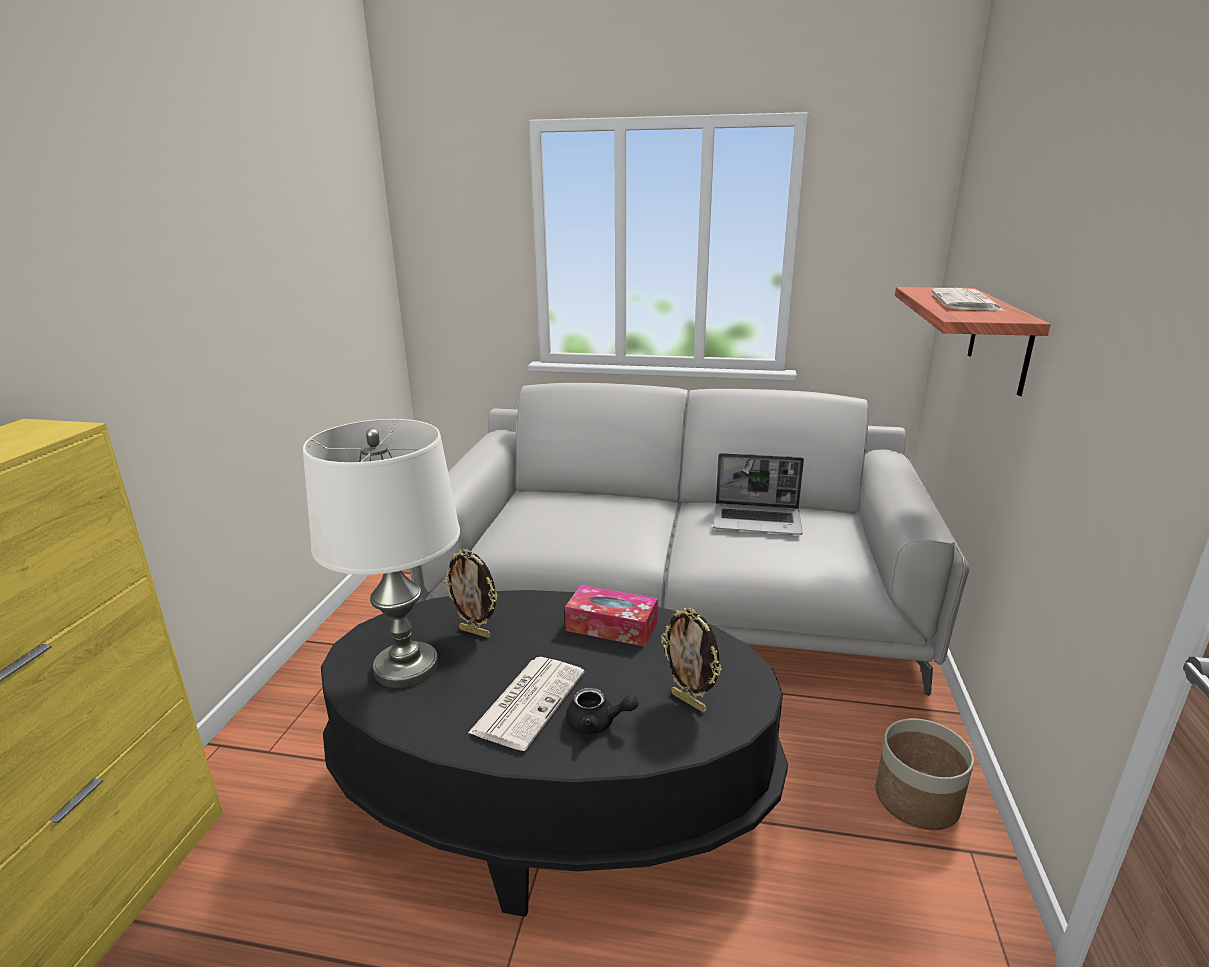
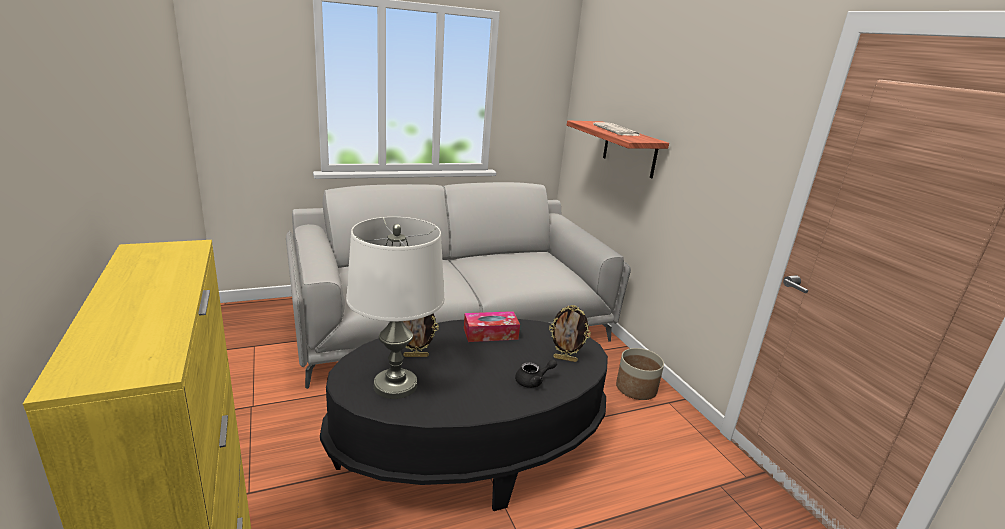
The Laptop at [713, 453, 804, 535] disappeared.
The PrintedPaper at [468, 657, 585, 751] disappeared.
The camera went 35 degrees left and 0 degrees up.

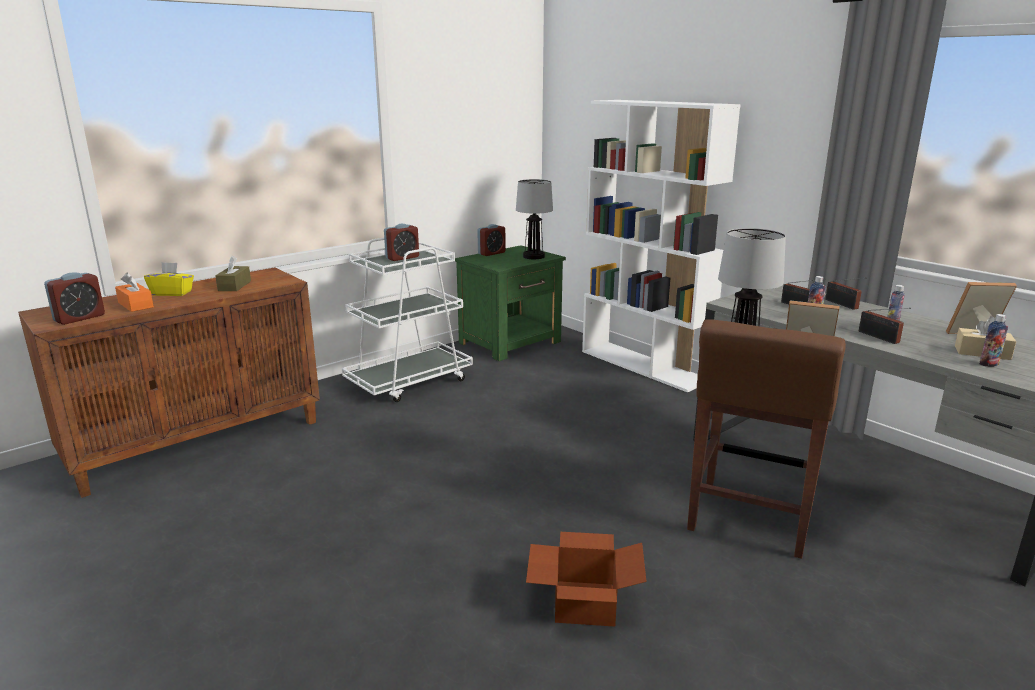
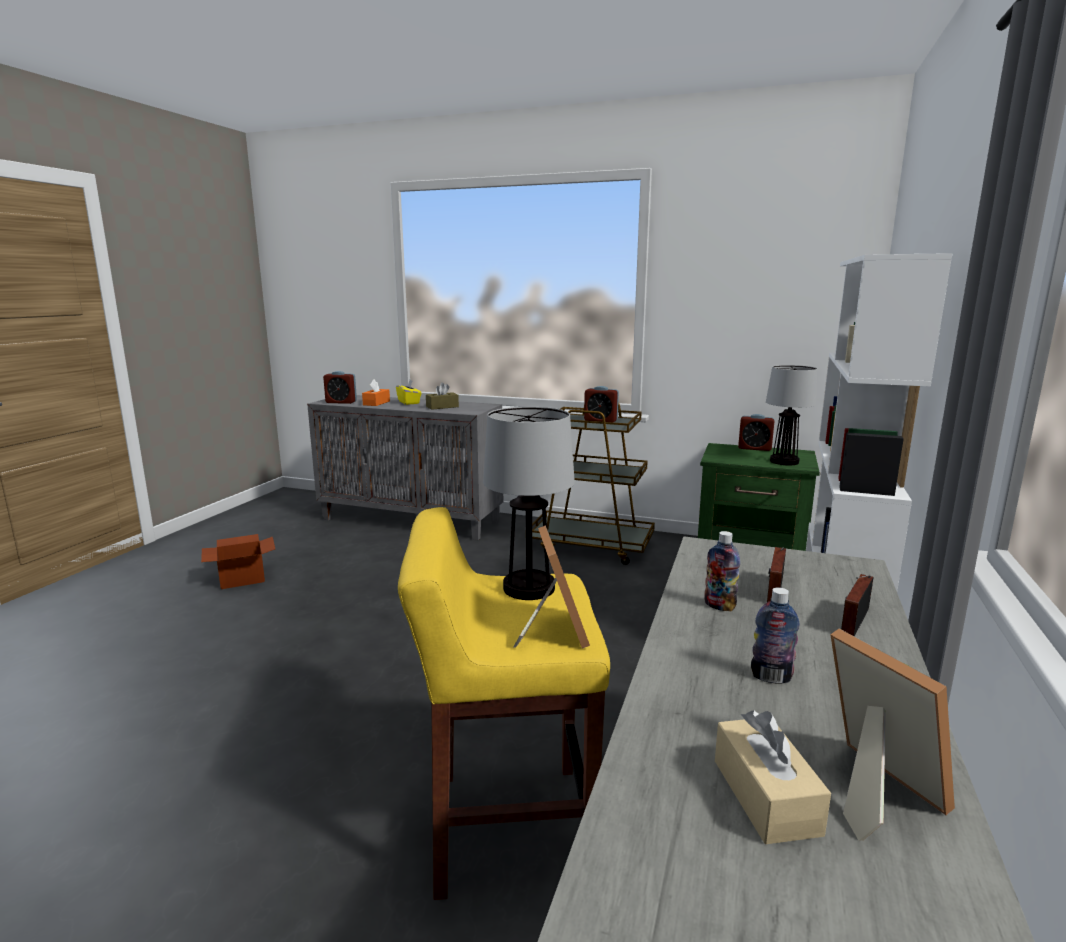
The WhiteWheeledCart at [342, 238, 473, 402] became the BrownWheeledCart at [532, 402, 655, 565].
The BrownCupboard at [18, 268, 320, 498] became the GreyishCupboard at [307, 395, 503, 540].
The Radio at [859, 308, 911, 344] disappeared.
The Bottle at [979, 314, 1008, 367] disappeared.
The BrownStoolSeat at [687, 319, 846, 559] became the YellowStoolSeat at [398, 507, 610, 900].
The Carton moved from [526, 532, 647, 627] to [201, 534, 275, 589].
The camera went 60 degrees right and 5 degrees down.

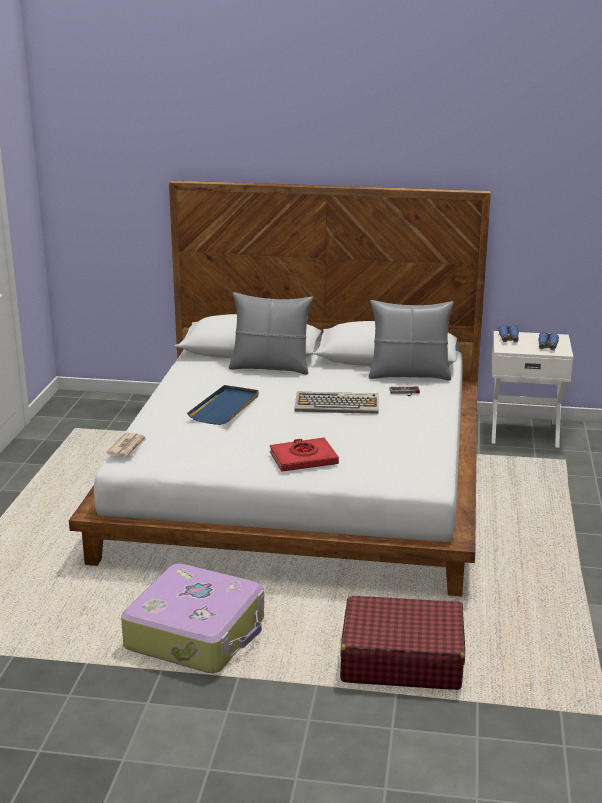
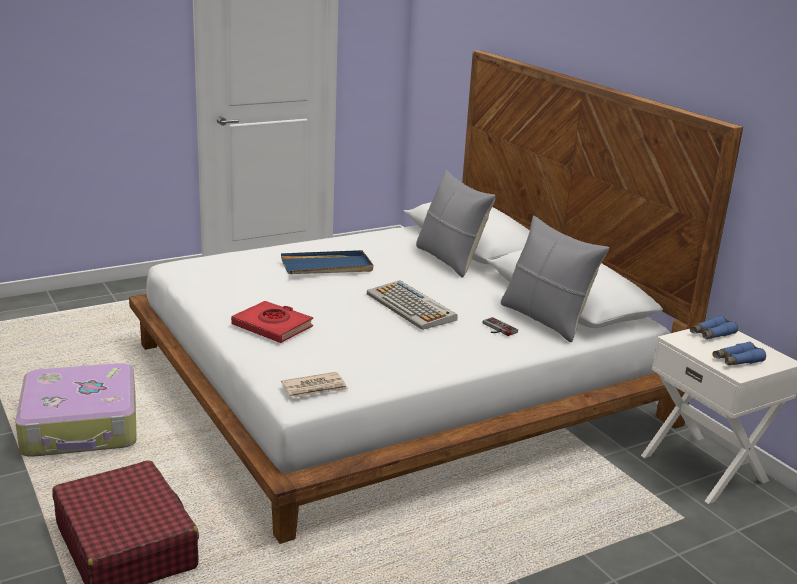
The PrintedPaper moved from [106, 433, 147, 457] to [281, 372, 348, 398].
The camera went 50 degrees right and 0 degrees up.

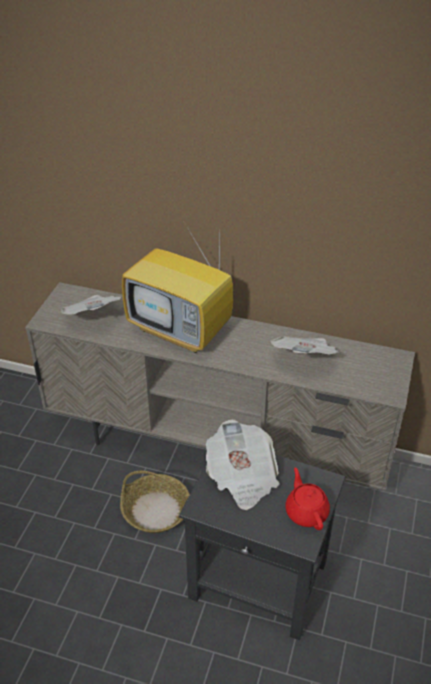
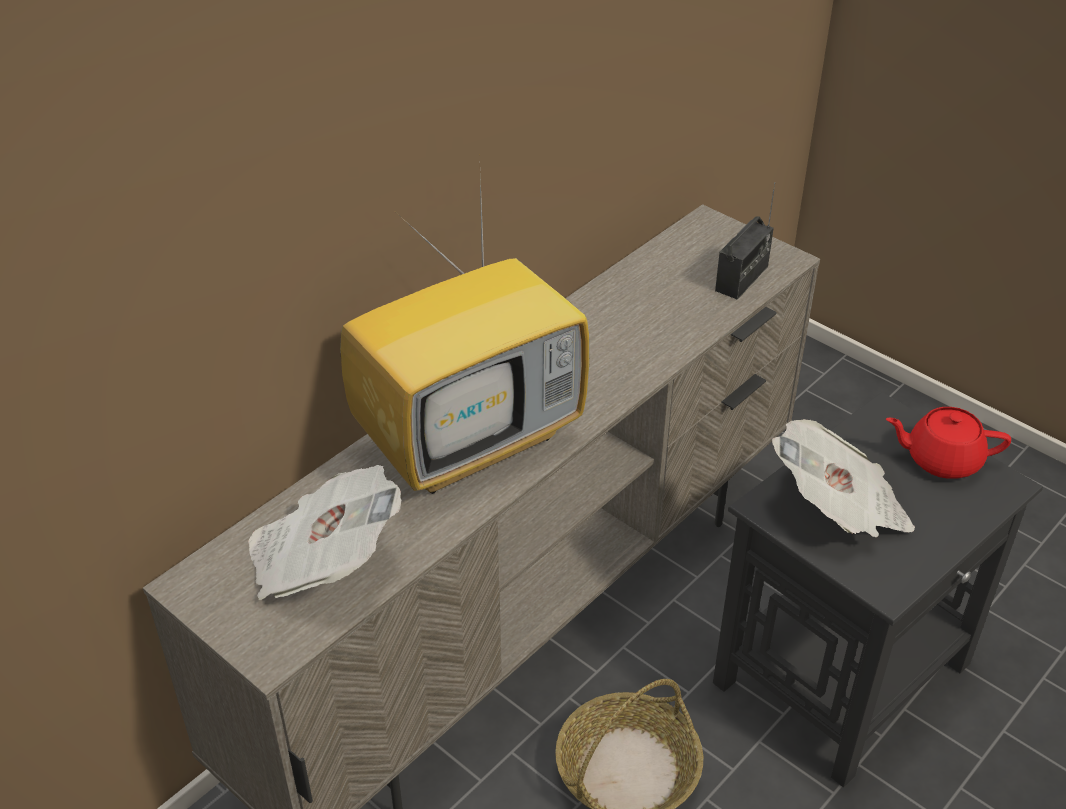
The PrintedPaper at [271, 336, 339, 355] disappeared.
The Radio at [715, 182, 775, 300] appeared.
The camera went 65 degrees left and 0 degrees up.

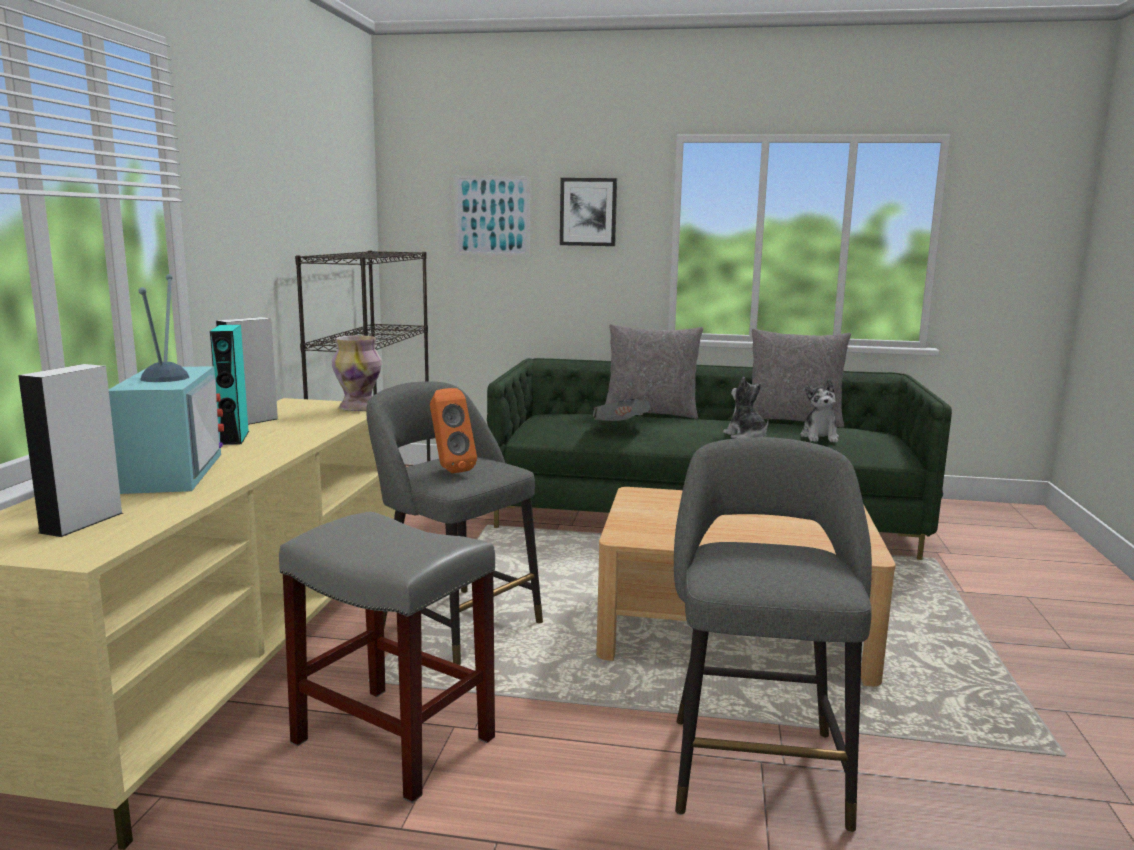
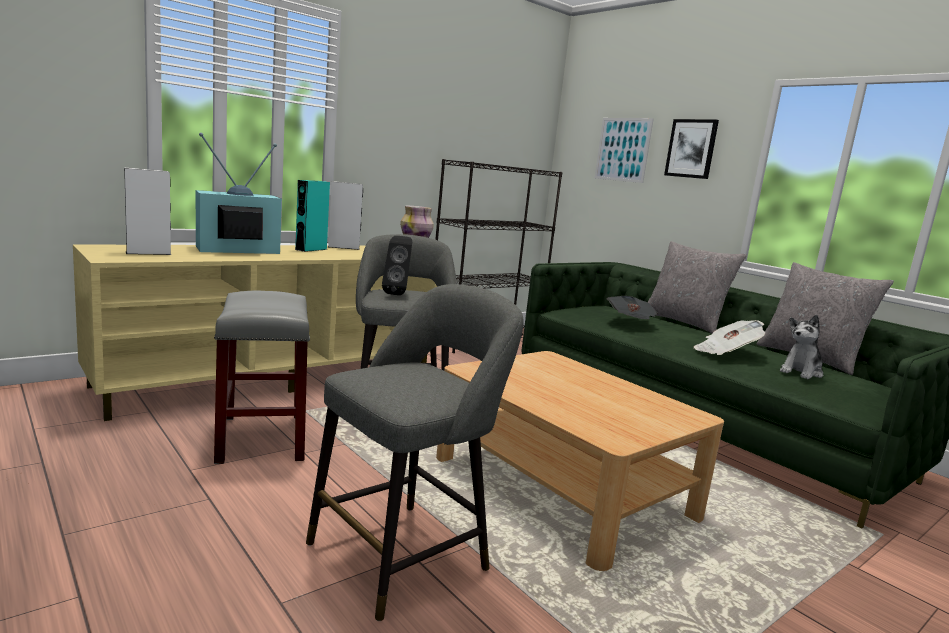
The Television at [109, 274, 224, 494] turned 150 degrees counterclockwise.
The SoftToy at [723, 377, 769, 439] was replaced by the PrintedPaper at [694, 320, 765, 355].
The OrangeAudioSpeaker at [430, 388, 477, 473] became the BlackAudioSpeaker at [382, 236, 412, 295].
The camera went 40 degrees right and 0 degrees up.

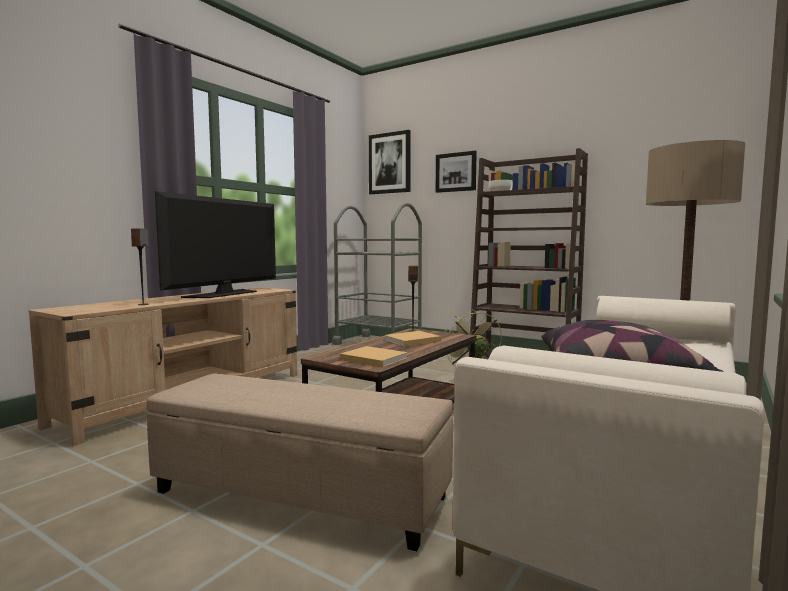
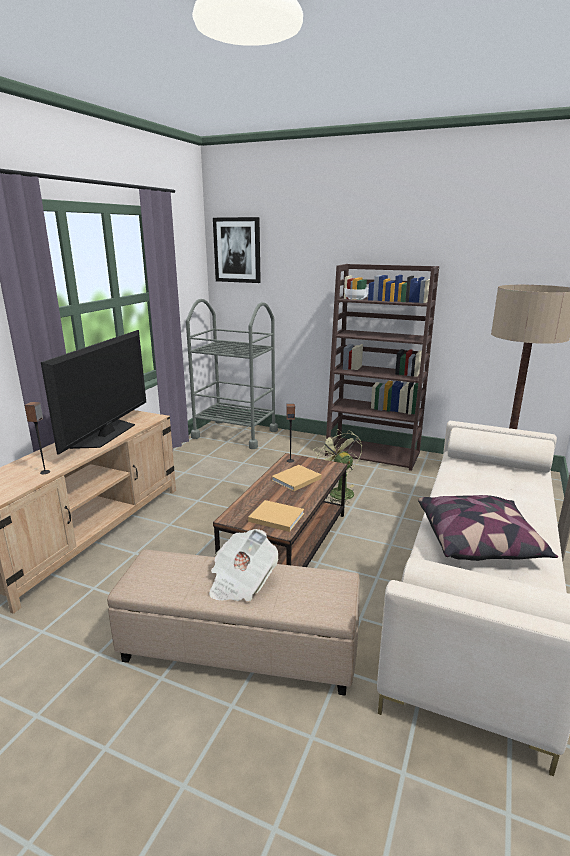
The Picture at [436, 151, 477, 193] disappeared.
The PrintedPaper at [209, 529, 278, 601] appeared.
The camera went 10 degrees left and 15 degrees up.

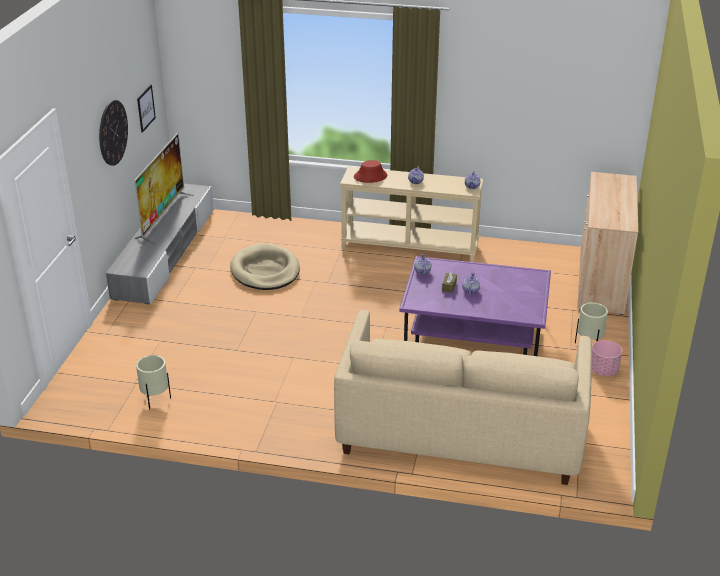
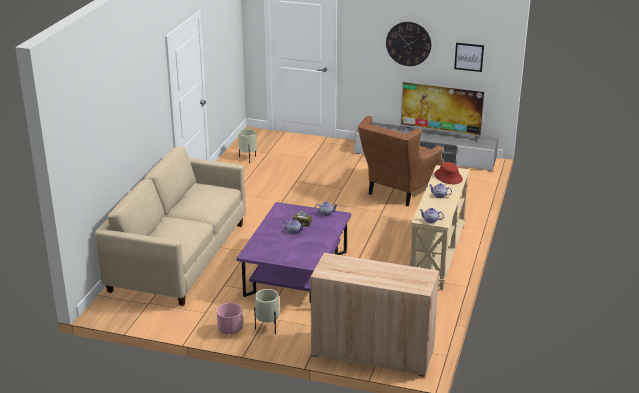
The SandColouredDogCushion at [230, 244, 300, 290] was replaced by the BrownArmchair at [358, 116, 443, 206].
The camera went 95 degrees right and 5 degrees down.

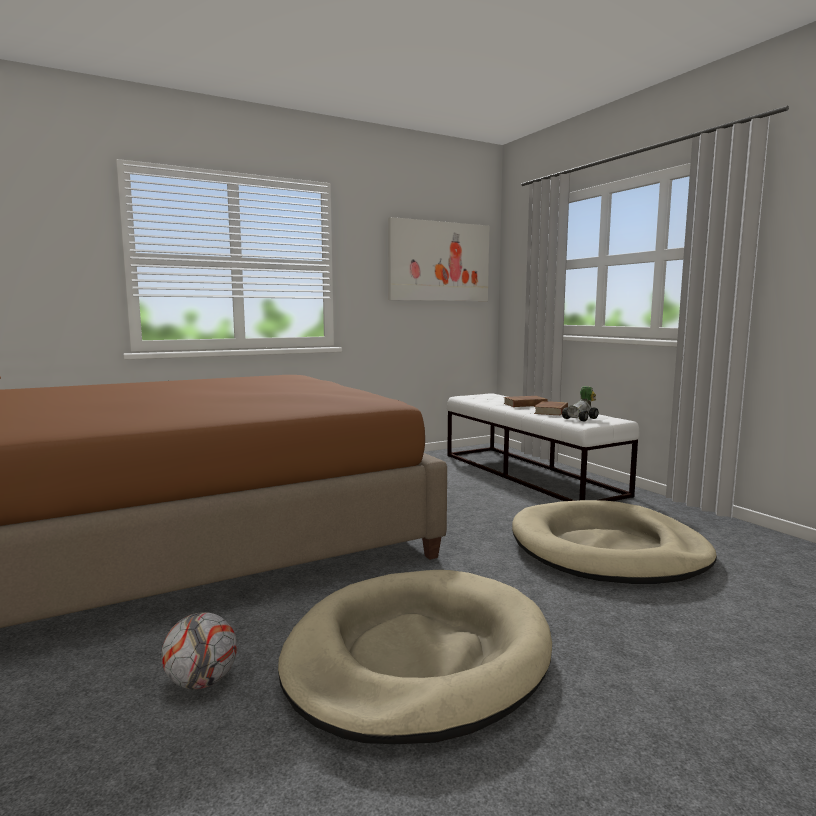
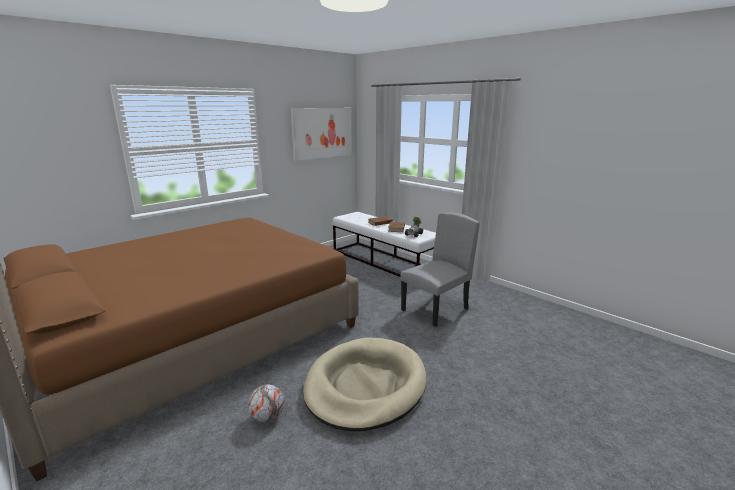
The SandColouredDogCushion at [512, 500, 717, 584] was replaced by the GreyishChair at [400, 212, 480, 327].
The camera went 15 degrees left and 10 degrees up.

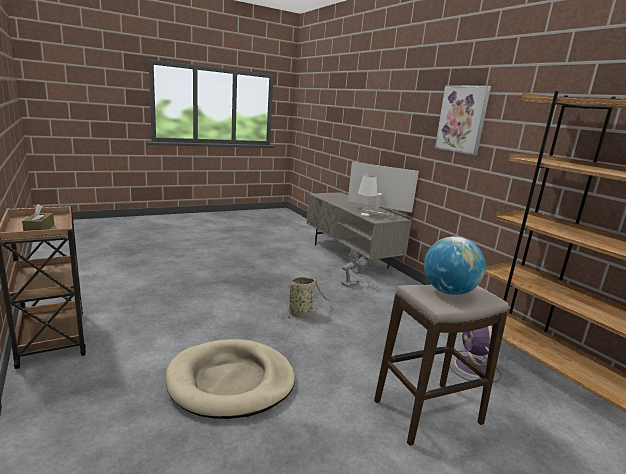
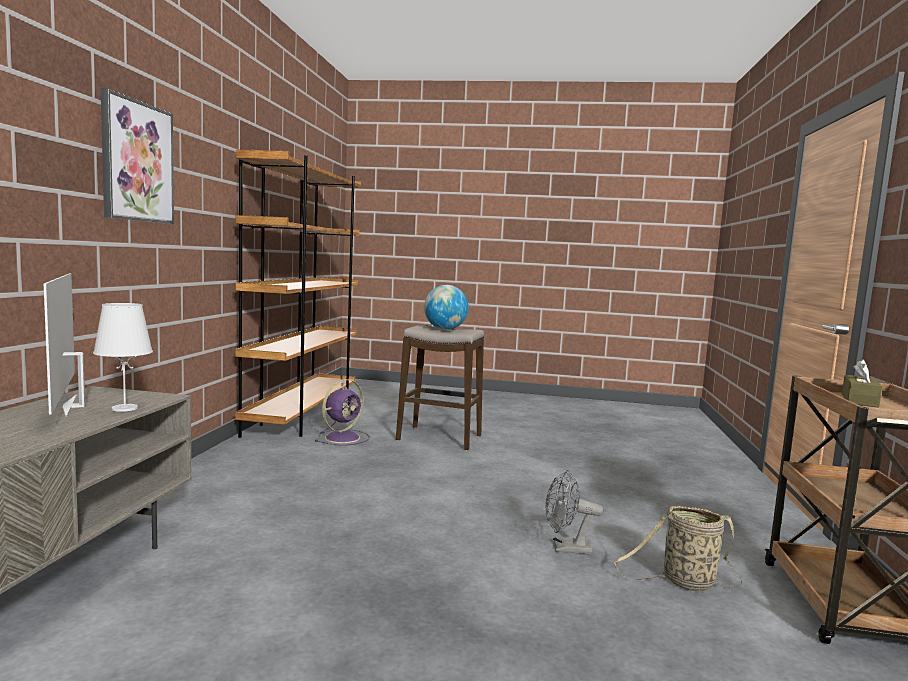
The GreyishCoolingFan moved from [341, 249, 368, 287] to [545, 470, 603, 554].
The Basket moved from [279, 277, 331, 319] to [614, 506, 743, 591].
The SandColouredDogCushion at [165, 339, 295, 419] disappeared.
The camera went 140 degrees left and 10 degrees down.

